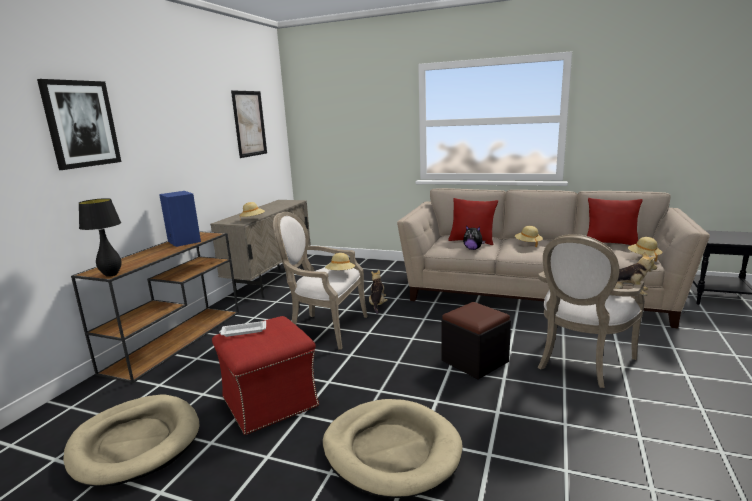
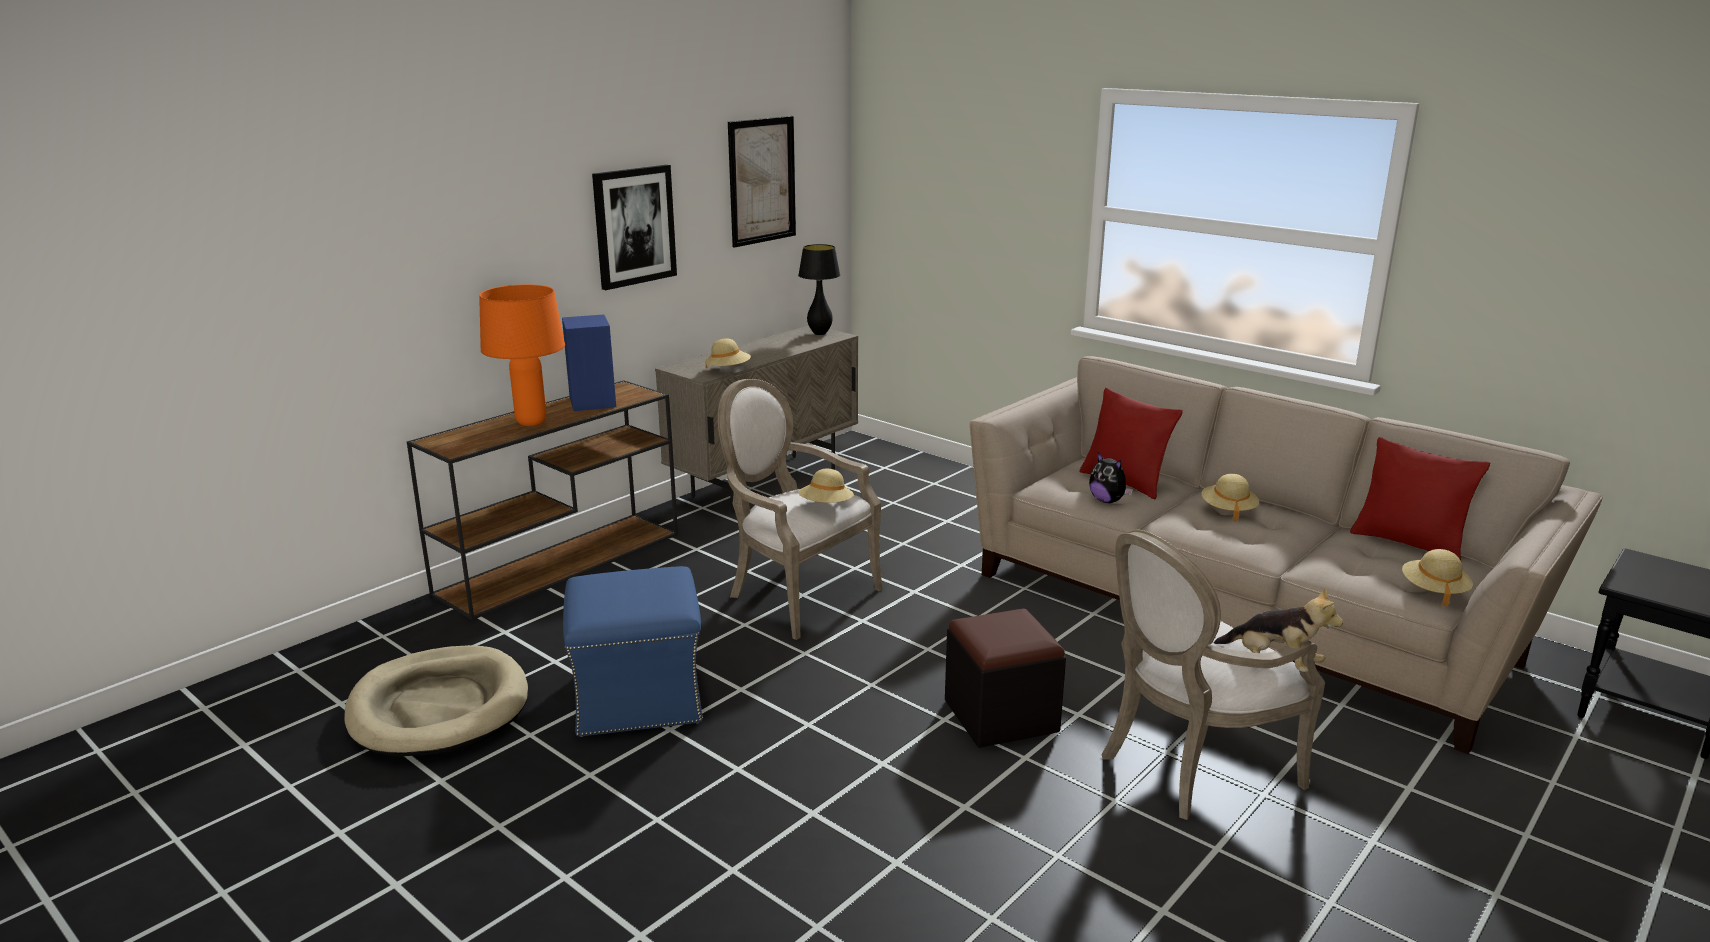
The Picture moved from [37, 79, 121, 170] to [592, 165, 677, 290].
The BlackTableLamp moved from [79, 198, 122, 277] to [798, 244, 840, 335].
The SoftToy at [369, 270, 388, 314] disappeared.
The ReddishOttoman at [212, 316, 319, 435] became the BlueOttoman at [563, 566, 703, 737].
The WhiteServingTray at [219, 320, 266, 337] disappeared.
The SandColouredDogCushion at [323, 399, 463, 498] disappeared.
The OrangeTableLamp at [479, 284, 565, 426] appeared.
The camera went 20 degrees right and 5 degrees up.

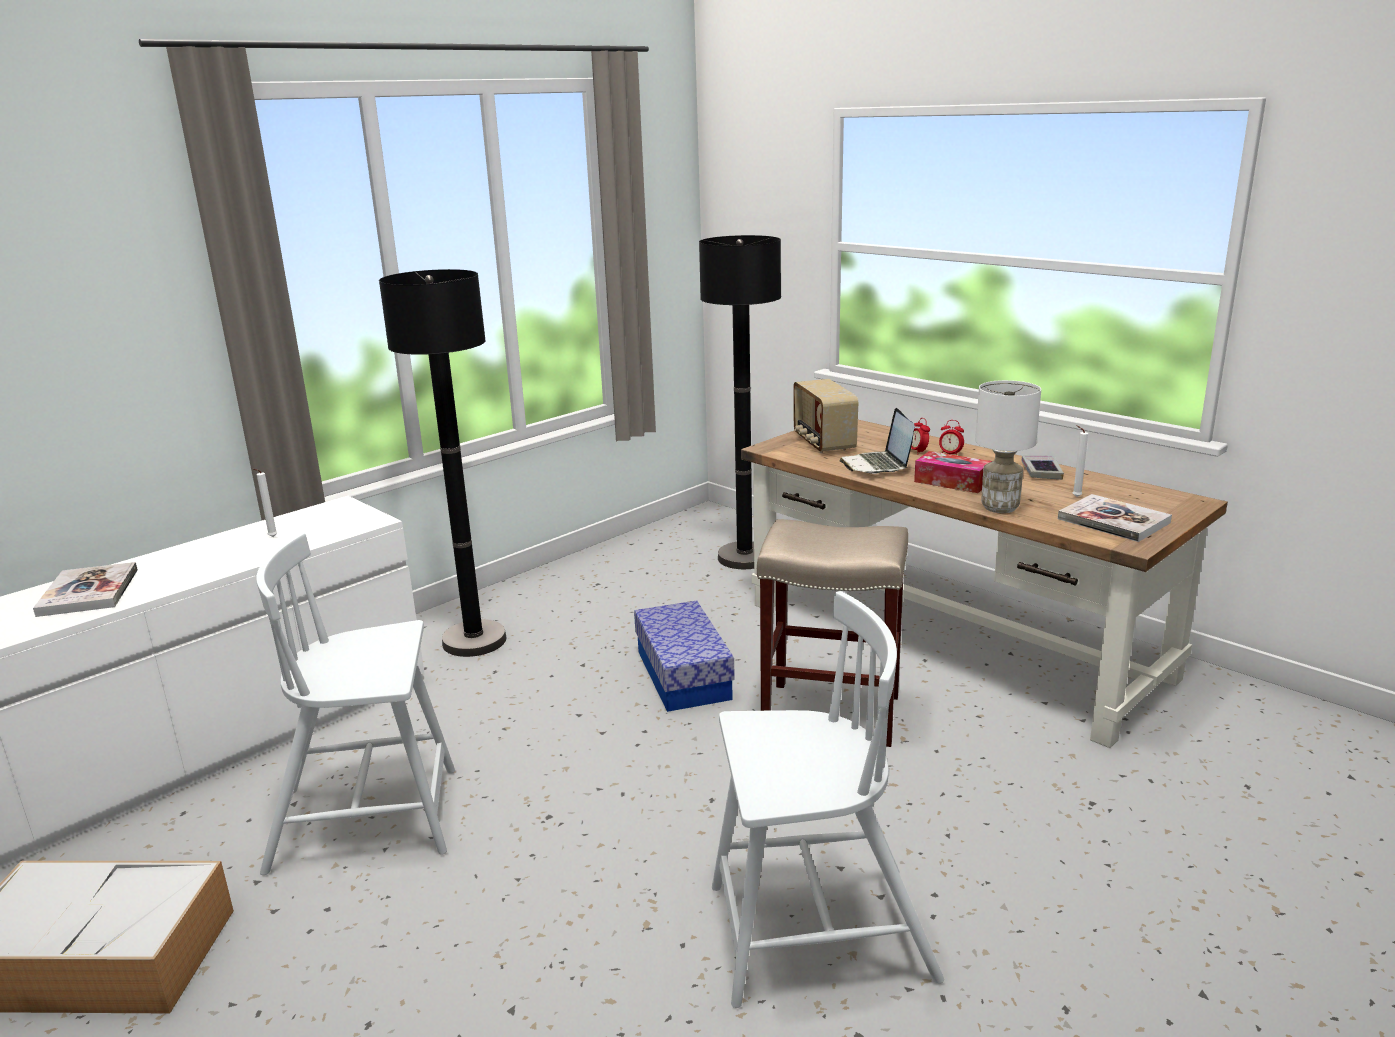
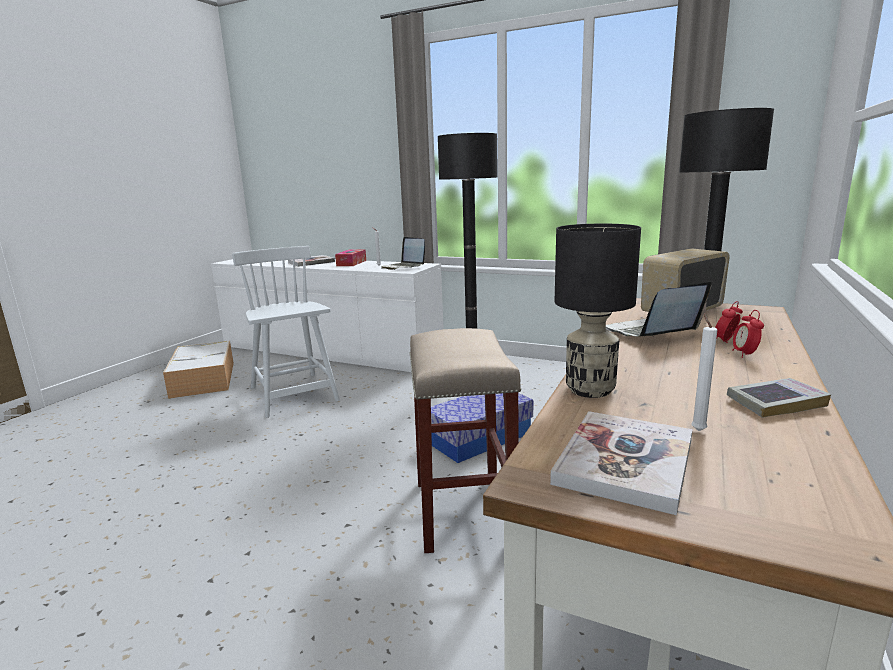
The WhiteTableLamp at [975, 380, 1041, 513] became the BlackTableLamp at [555, 224, 641, 398].
The TissueHolder moved from [914, 451, 992, 493] to [335, 249, 366, 266].
The WhiteChair at [712, 591, 944, 1008] disappeared.
The Laptop at [381, 237, 425, 270] appeared.
The camera went 70 degrees right and 5 degrees down.

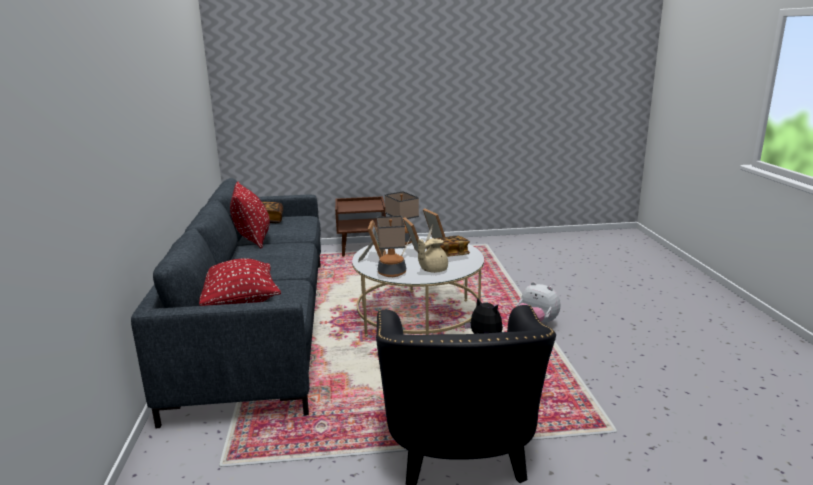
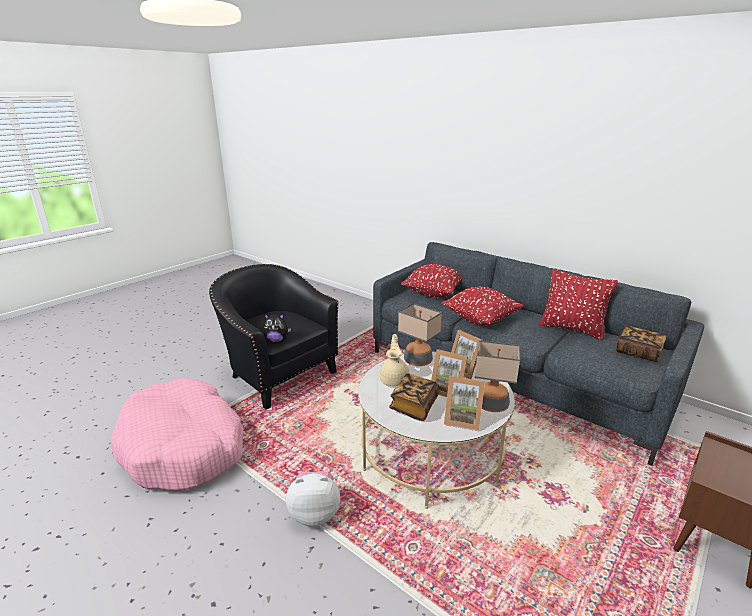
The ReddishPillow at [441, 287, 524, 326] appeared.
The PinkDogCushion at [111, 378, 244, 491] appeared.
The camera went 135 degrees right and 5 degrees up.

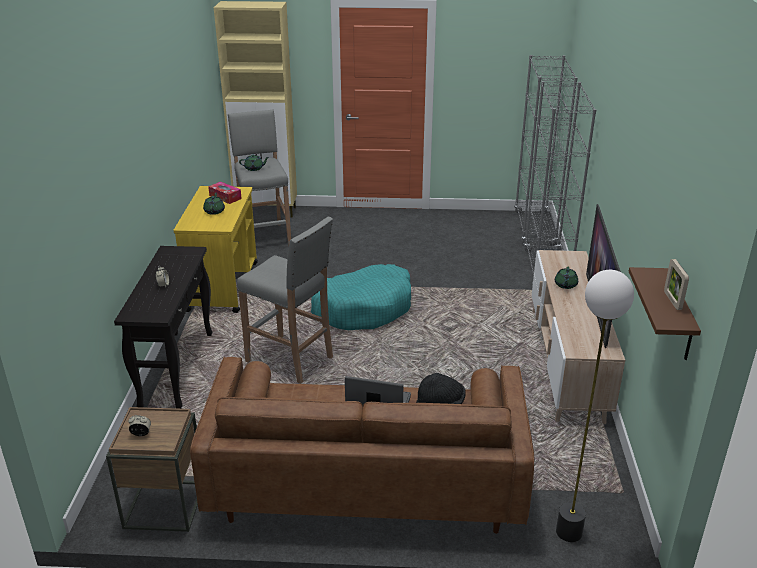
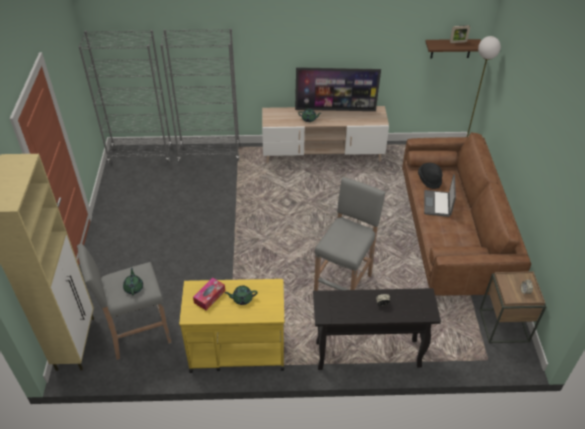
The TurquoiseColouredDogCushion at [311, 264, 411, 330] disappeared.
The camera went 95 degrees left and 15 degrees up.

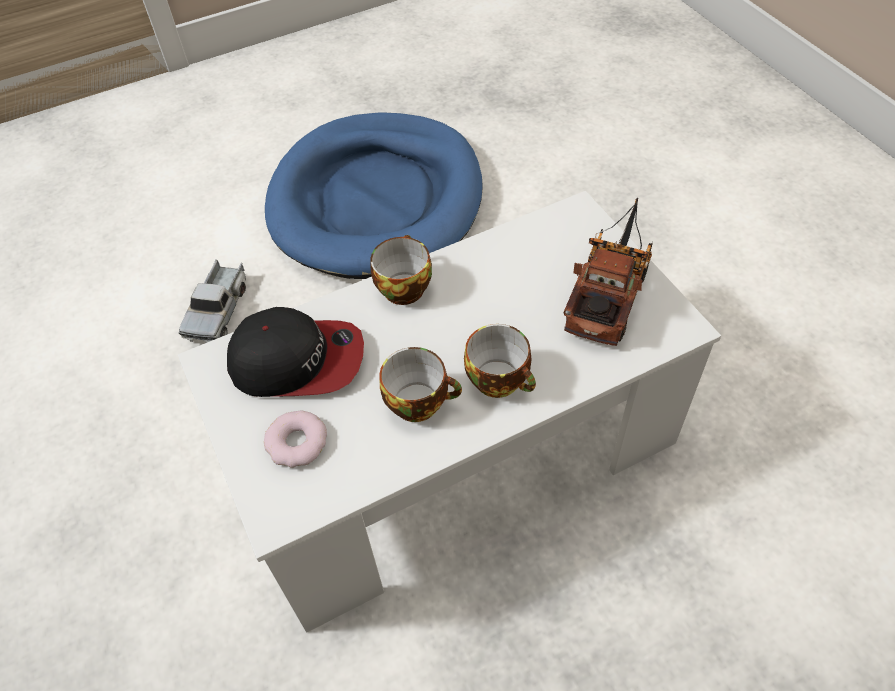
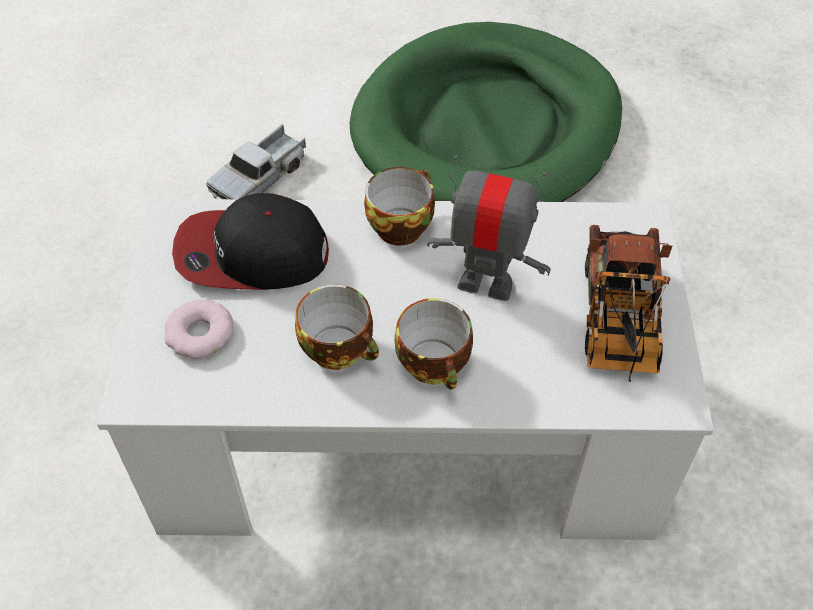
The BlueDogCushion at [265, 112, 483, 279] became the GreenDogCushion at [350, 22, 622, 202].
The ToyTruck at [563, 197, 653, 346] turned 135 degrees clockwise.
The Cap at [227, 307, 364, 397] turned 150 degrees clockwise.
The ModelRobot at [427, 155, 551, 301] appeared.
The camera went 25 degrees right and 0 degrees up.

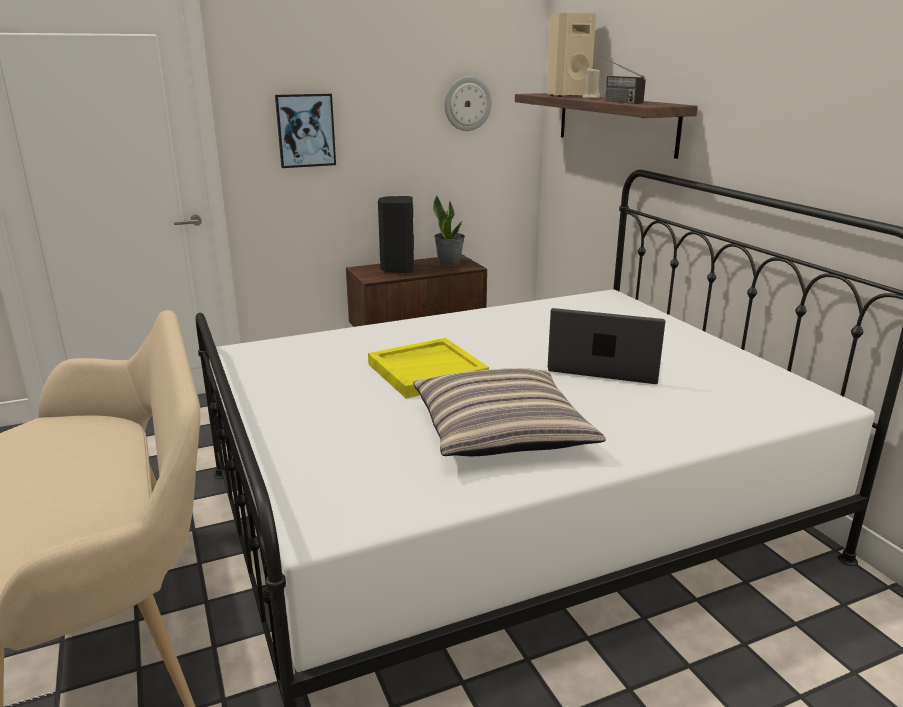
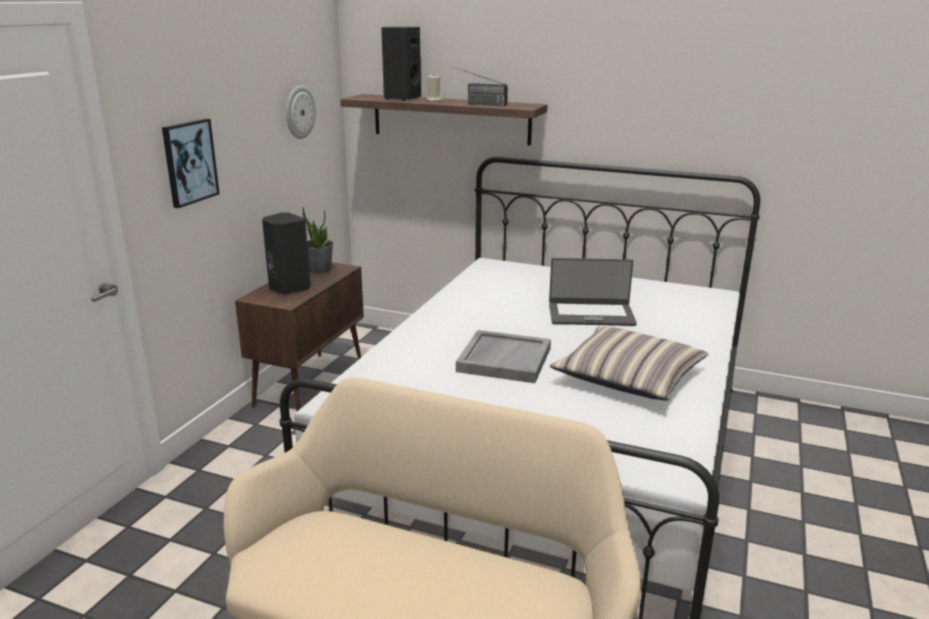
The SandColouredAudioSpeaker at [547, 13, 596, 97] became the BlackAudioSpeaker at [381, 27, 421, 101].
The Laptop at [548, 308, 665, 384] turned 150 degrees counterclockwise.
The YellowServingTray at [368, 338, 489, 398] became the GreyishServingTray at [456, 330, 551, 383].
The camera went 45 degrees left and 0 degrees up.

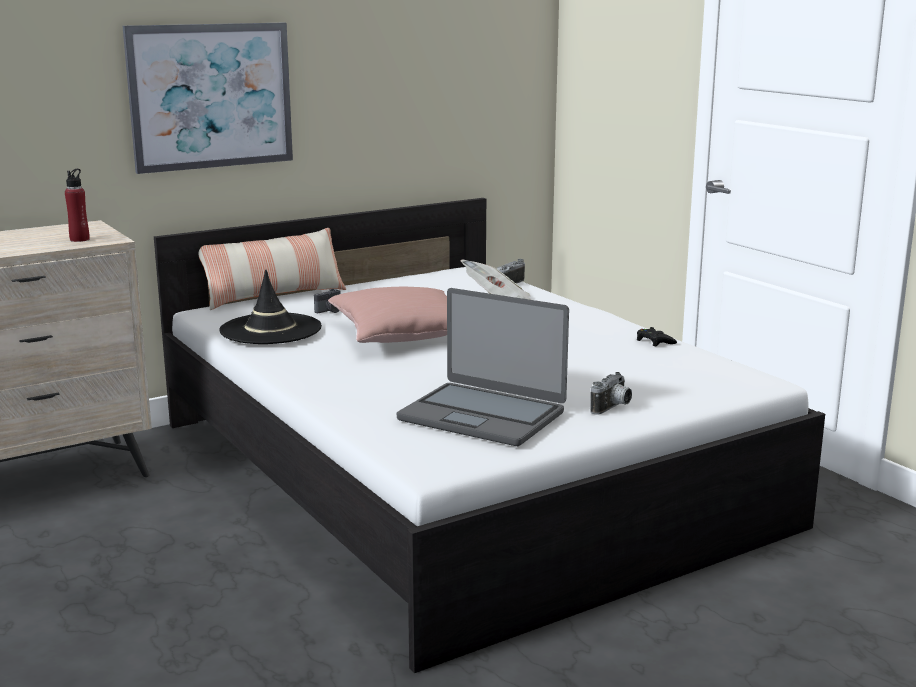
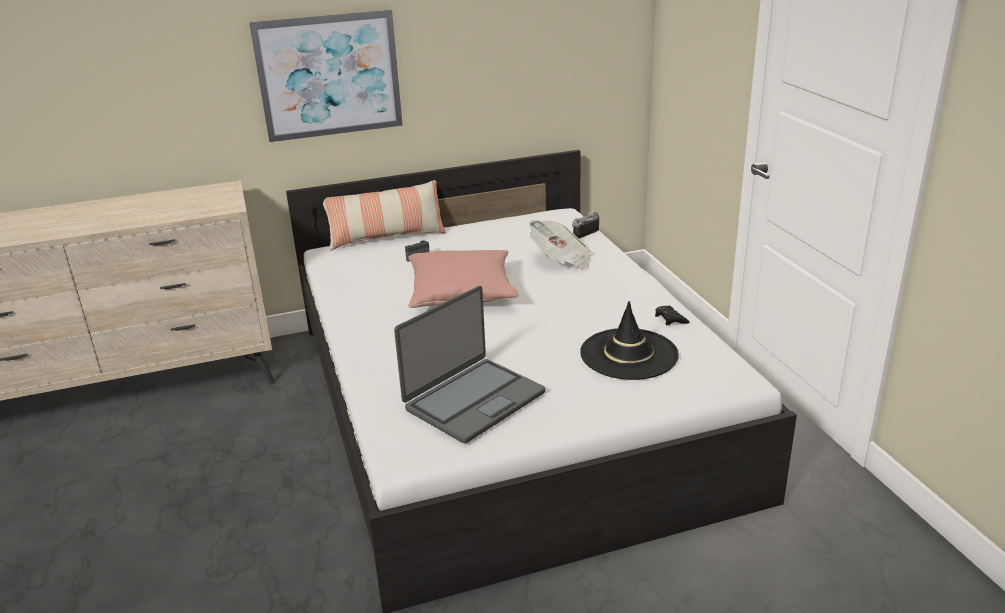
The ReddishBottle at [65, 169, 90, 242] disappeared.
The BlackHat moved from [220, 270, 322, 344] to [580, 301, 679, 380].
The Laptop at [397, 288, 569, 446] turned 90 degrees counterclockwise.
The StillCamera at [590, 372, 632, 414] disappeared.
The camera went 15 degrees right and 10 degrees up.

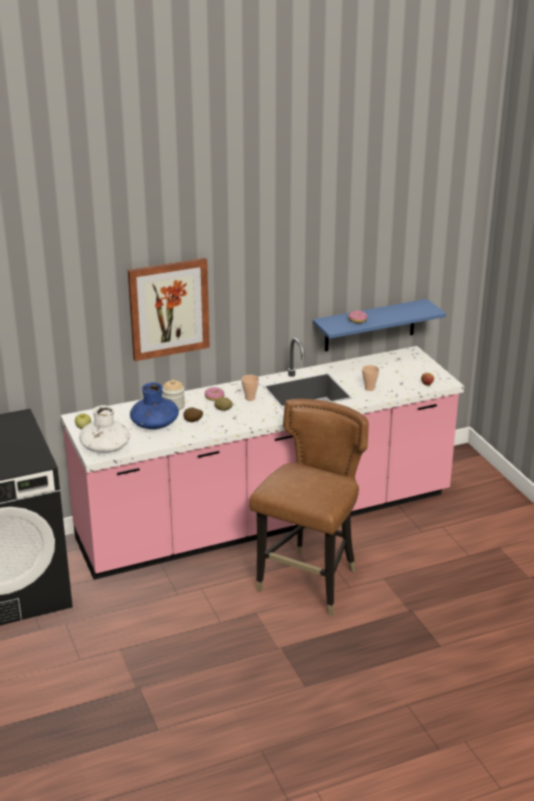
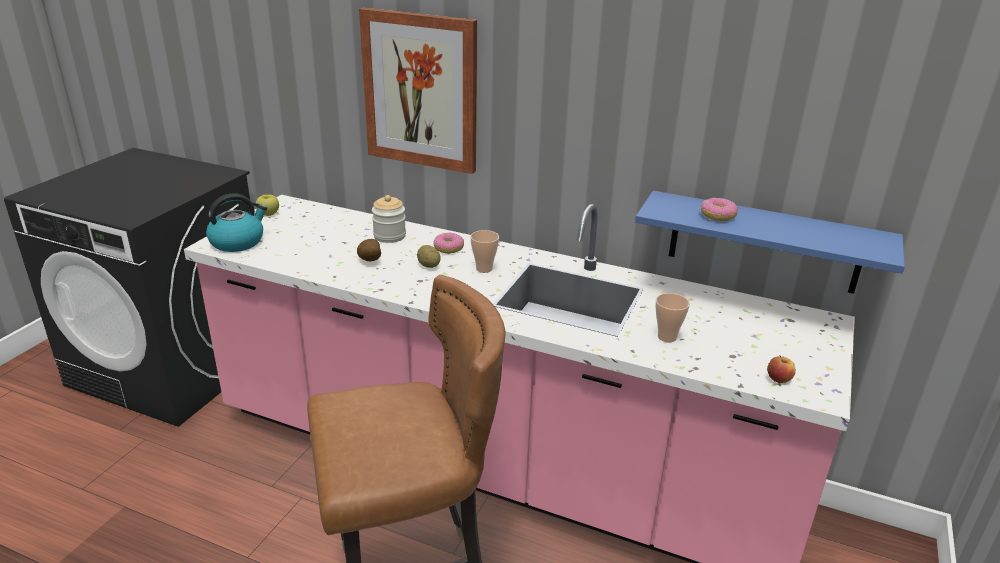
The BlueDecorativeVase at [130, 382, 179, 429] disappeared.
The WhiteDecorativeVase at [79, 405, 130, 453] was replaced by the Kettle at [206, 193, 267, 252].
The camera went 45 degrees right and 0 degrees up.

